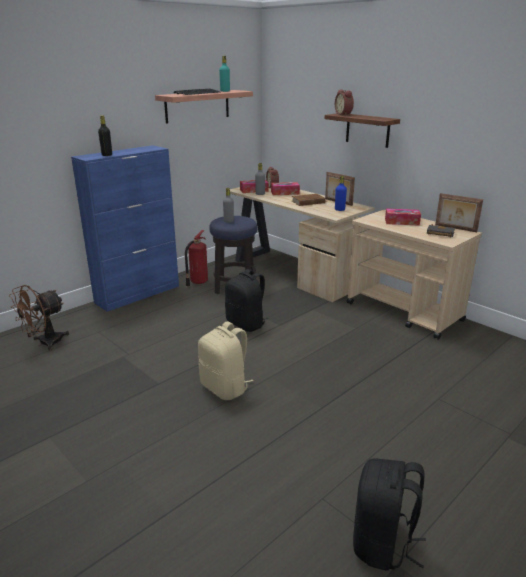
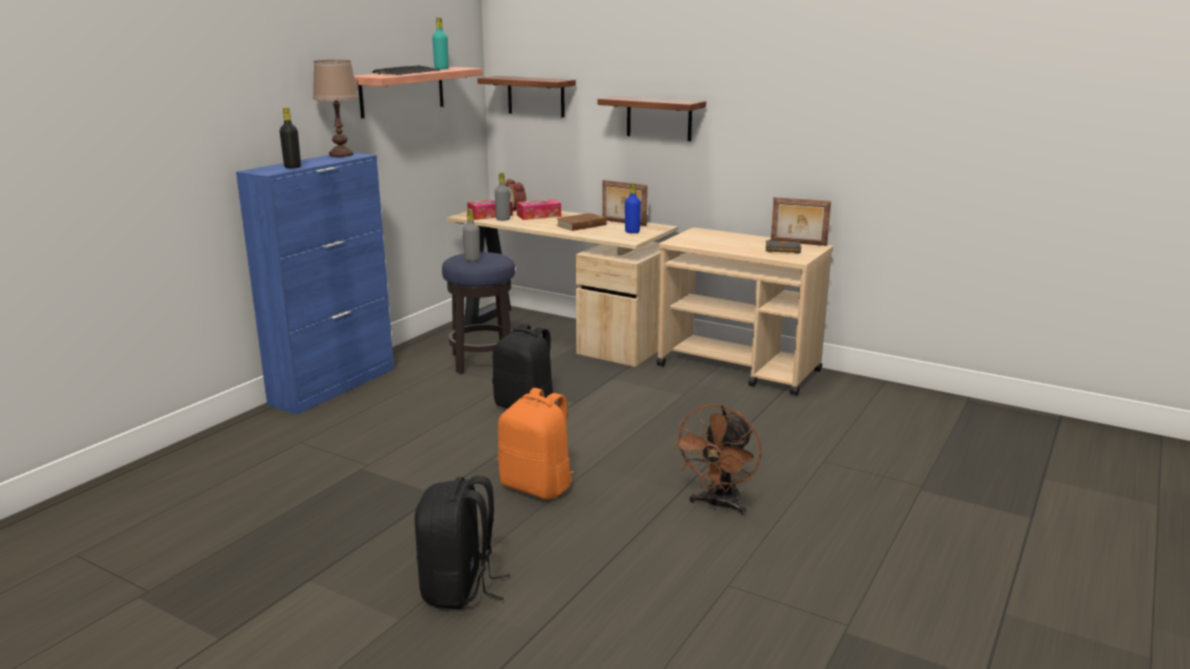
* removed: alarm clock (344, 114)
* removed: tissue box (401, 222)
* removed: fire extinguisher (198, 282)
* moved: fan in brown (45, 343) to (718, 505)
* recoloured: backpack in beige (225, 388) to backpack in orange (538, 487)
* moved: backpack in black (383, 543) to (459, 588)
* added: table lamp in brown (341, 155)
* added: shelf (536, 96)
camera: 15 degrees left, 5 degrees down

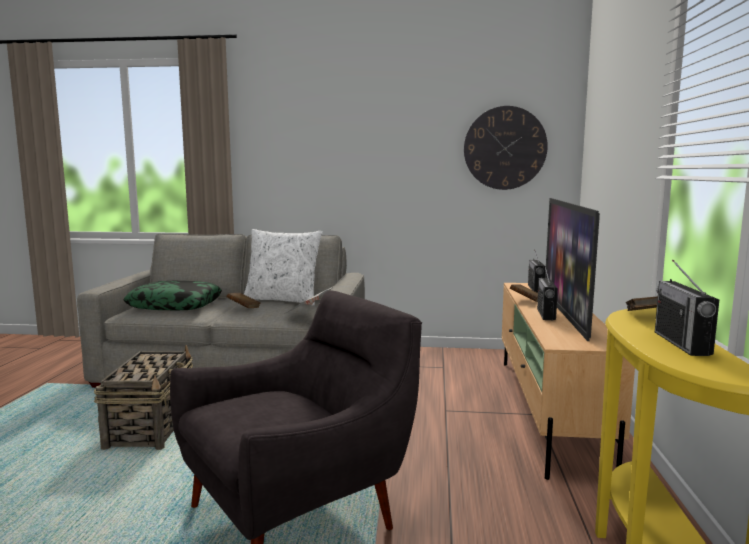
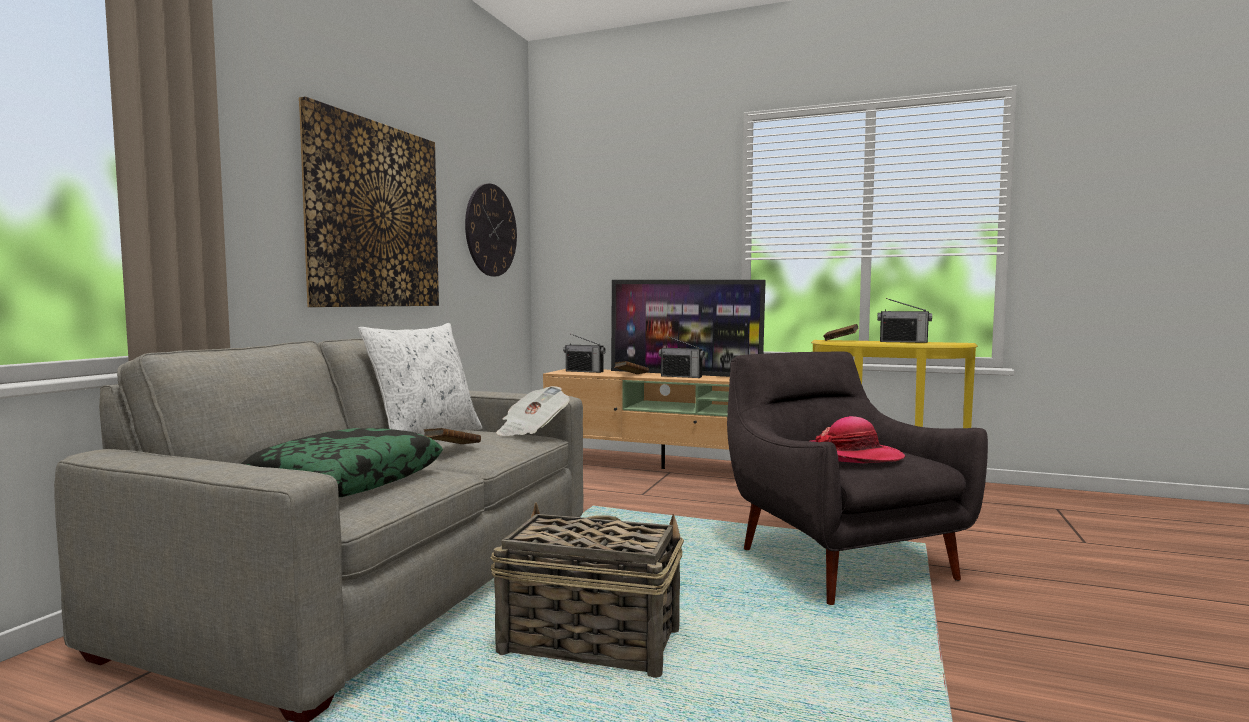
* added: picture (375, 215)
* added: hat (852, 455)
camera: 75 degrees left, 5 degrees down

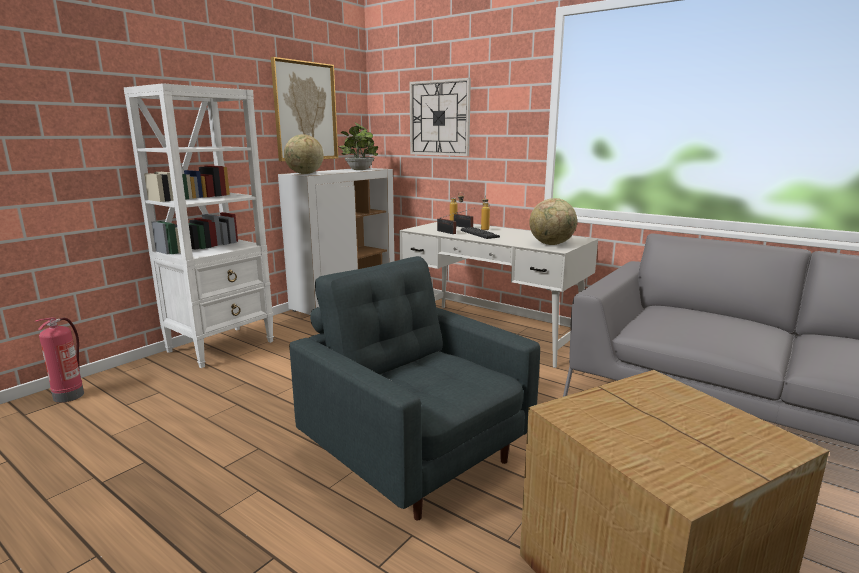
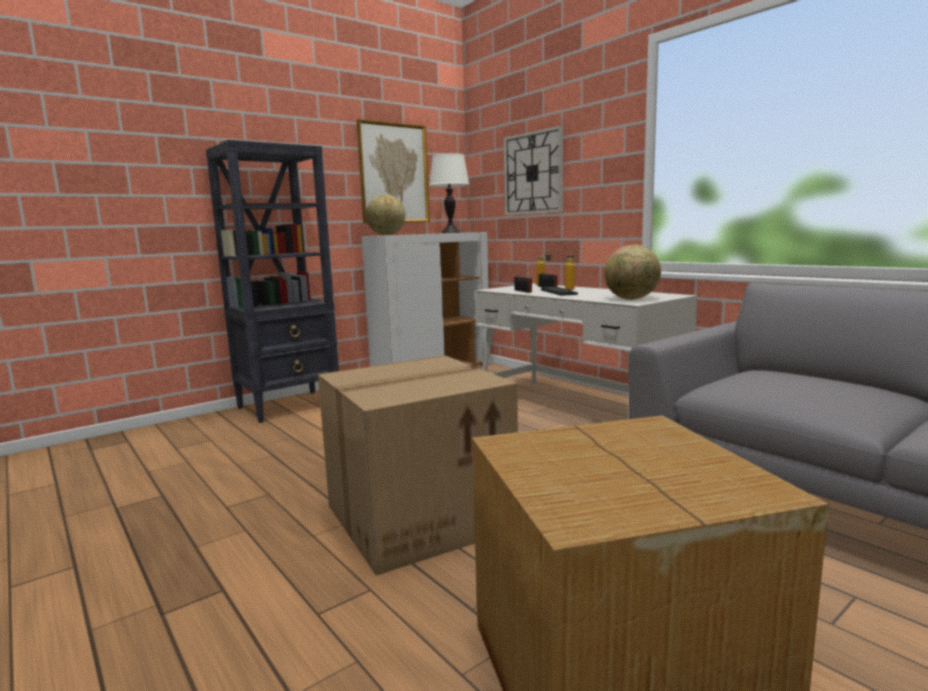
* recoloured: bookcase in white (222, 346) to bookcase in black (290, 406)
* replaced: potted plant (359, 169) to table lamp in white (450, 232)
* replaced: armchair in grey (415, 454) to cardboard box (420, 515)
* removed: fire extinguisher (69, 395)
camera: 15 degrees right, 5 degrees down

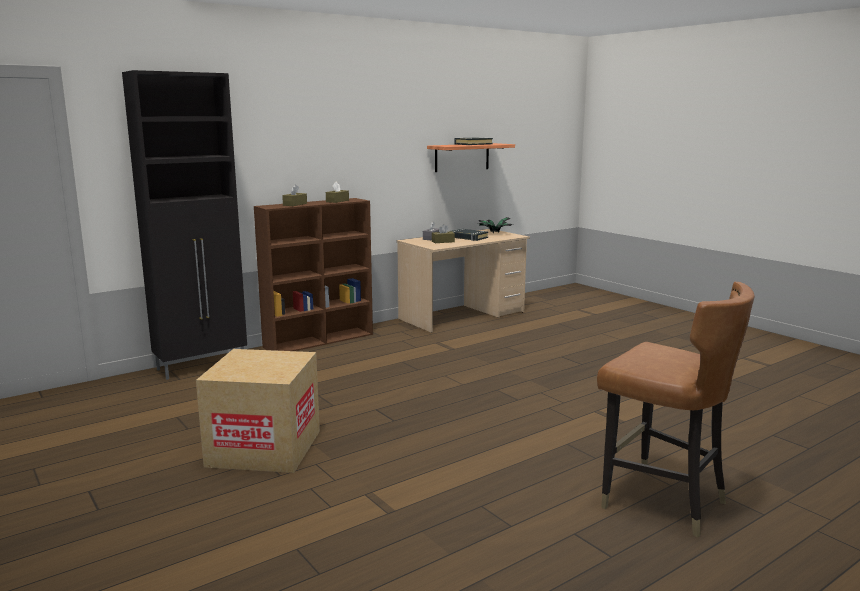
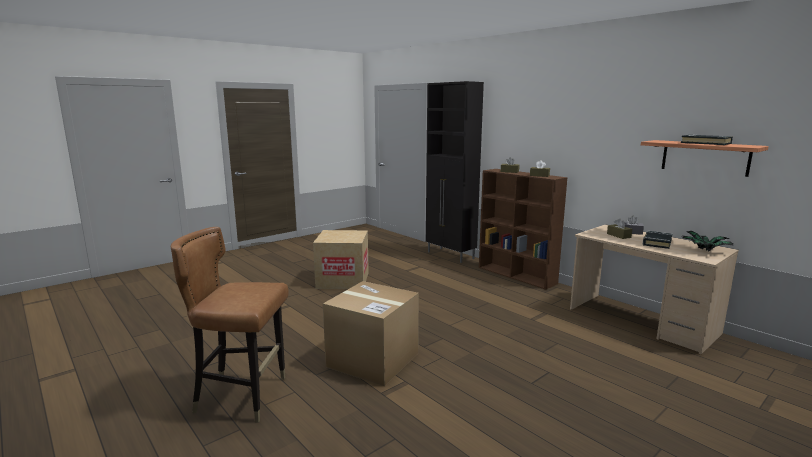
* turned: chair in brown (662, 502) = (242, 396) 60 degrees clockwise
* added: cardboard box (373, 360)
camera: 85 degrees right, 0 degrees up

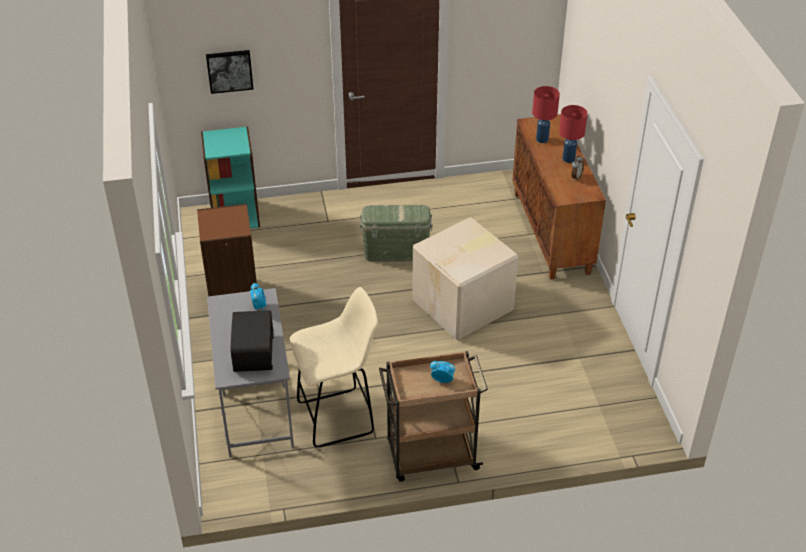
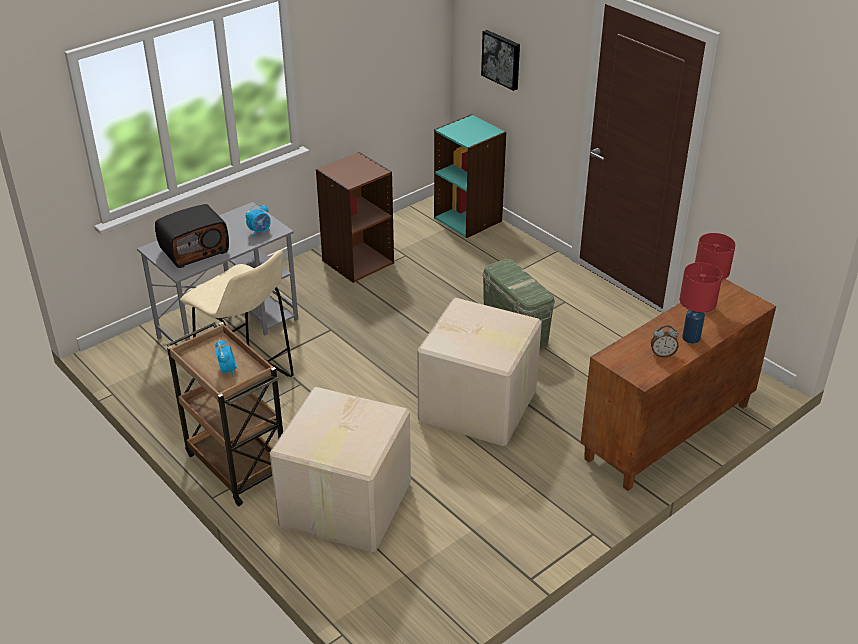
* added: cardboard box (343, 505)
camera: 60 degrees right, 5 degrees down

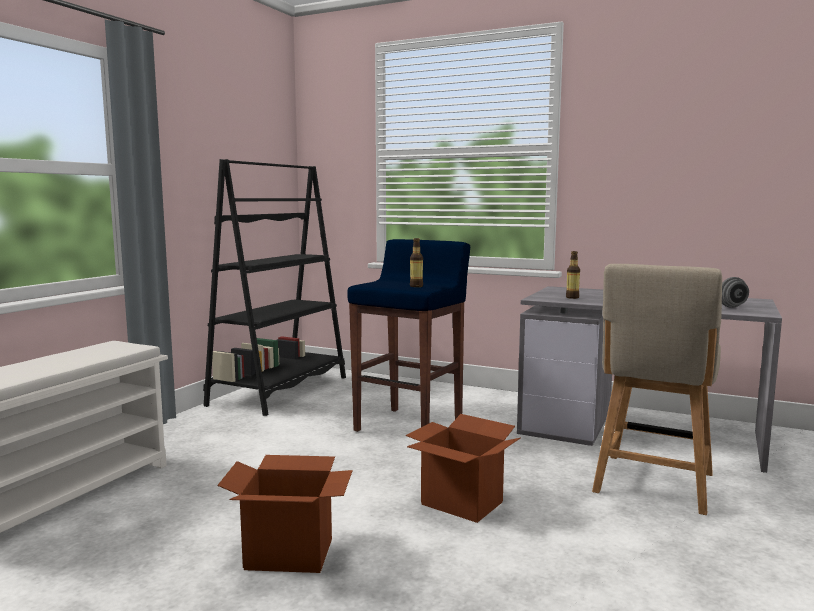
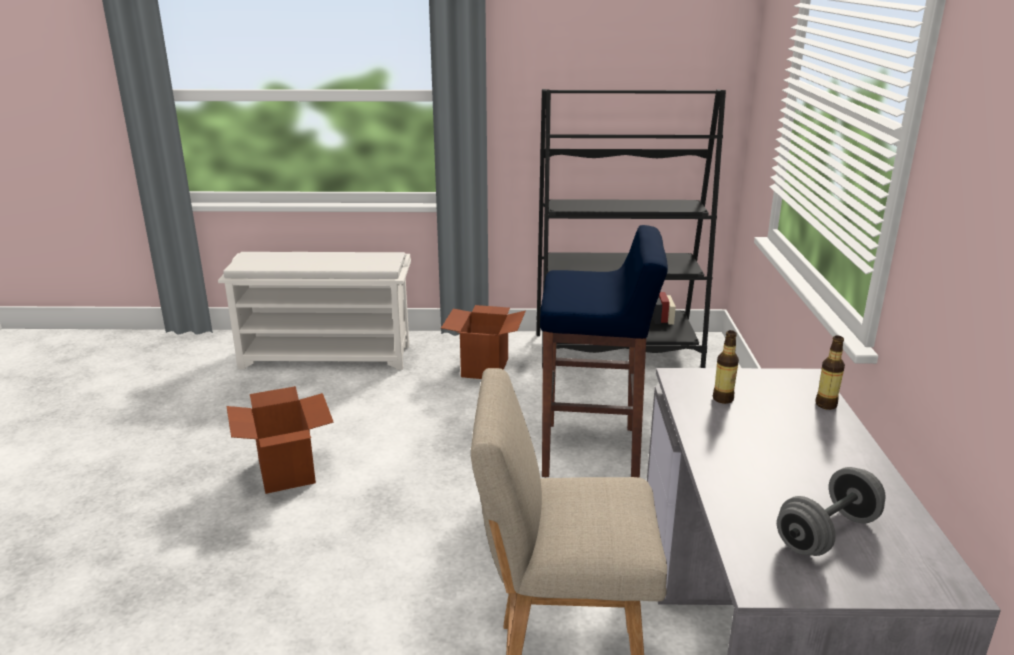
* moved: bottle (416, 286) to (826, 405)
* moved: cardboard box (461, 503) to (484, 367)
camera: 65 degrees right, 15 degrees up

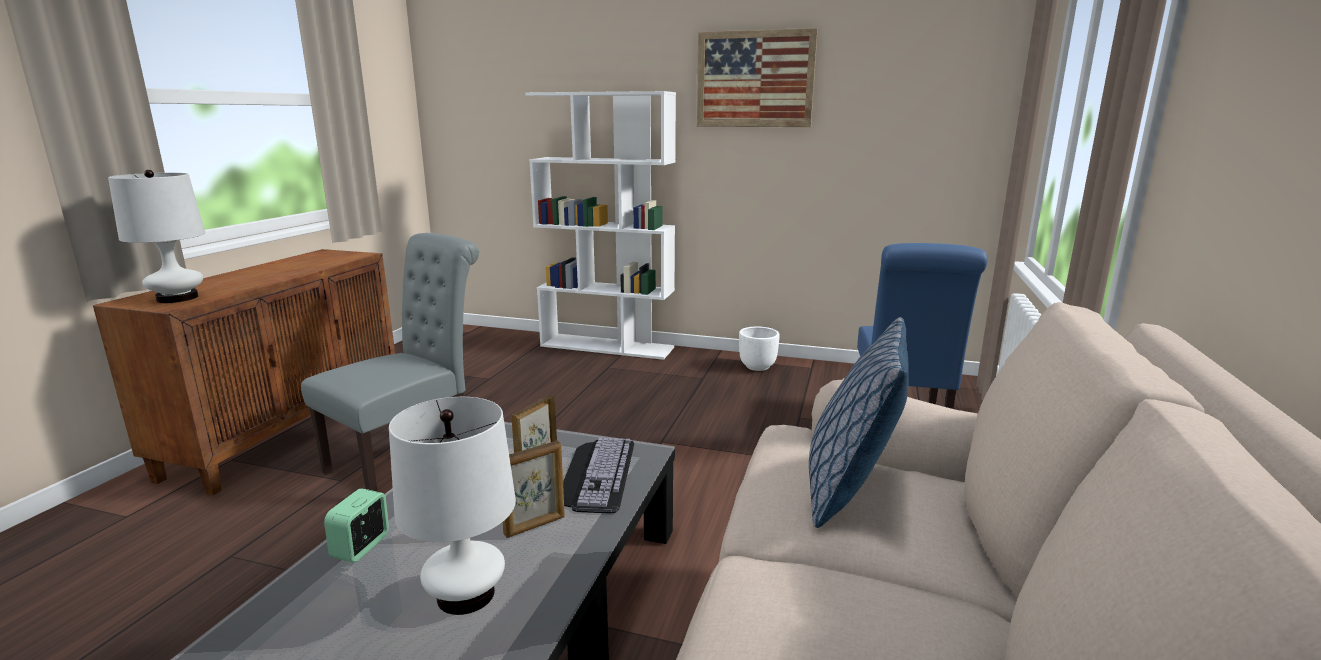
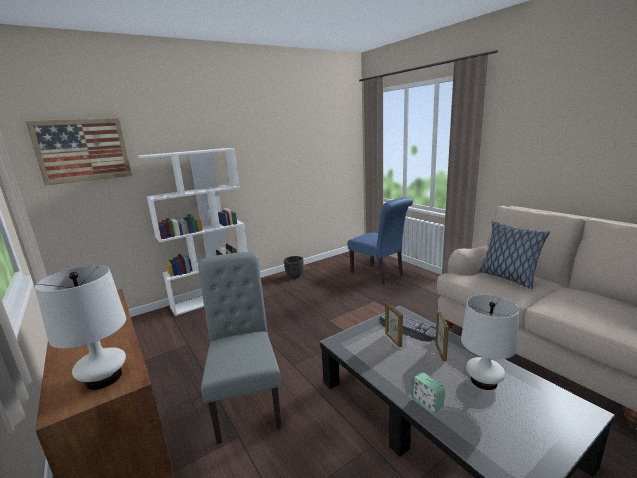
* moved: picture (754, 79) to (83, 150)
* recoloured: planter in white (758, 367) to planter in black (295, 275)
camera: 50 degrees left, 0 degrees up

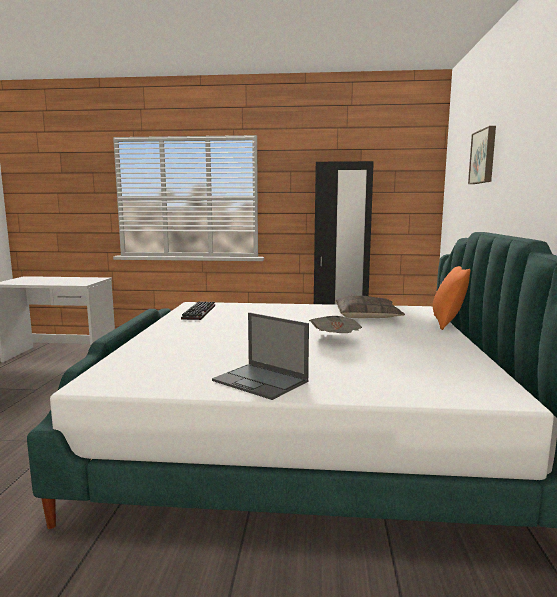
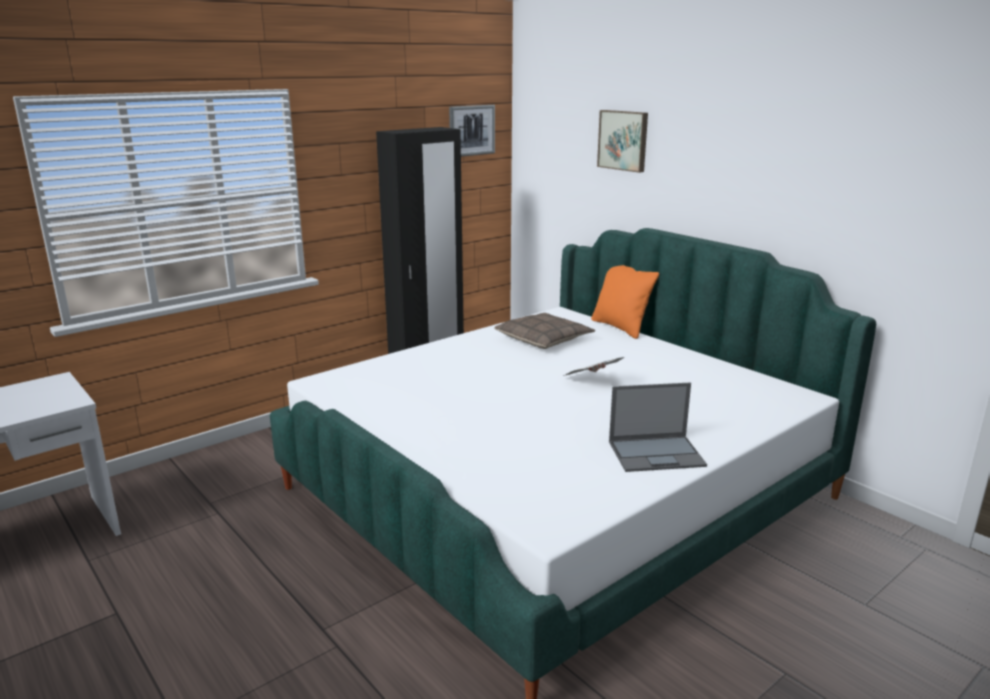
* removed: keyboard (200, 312)
* added: picture (471, 130)
camera: 45 degrees left, 10 degrees up

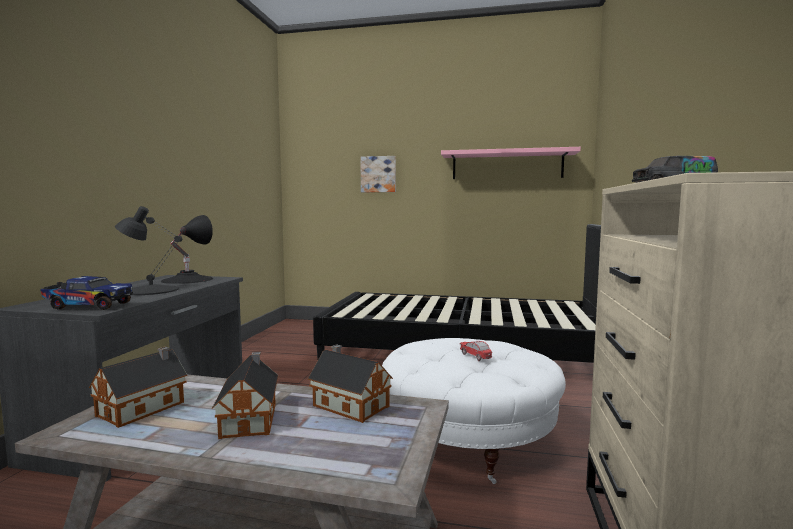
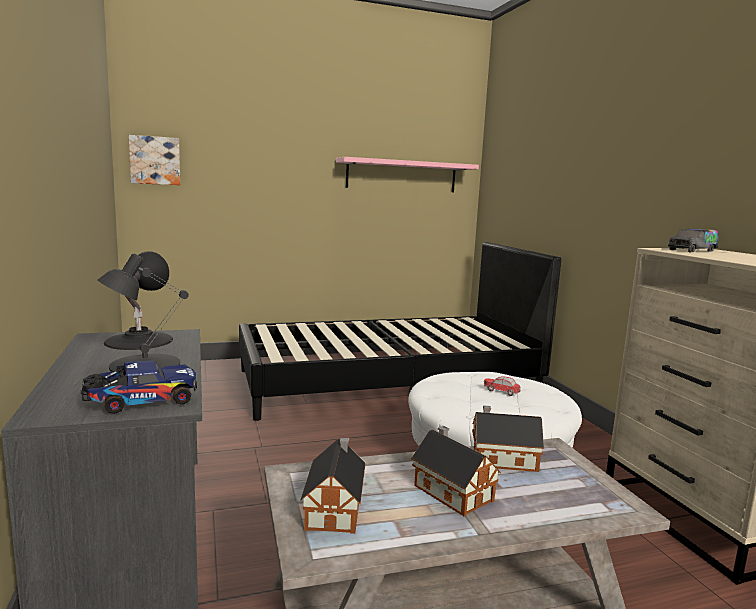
* moved: picture (378, 174) to (155, 160)
camera: 30 degrees left, 5 degrees up

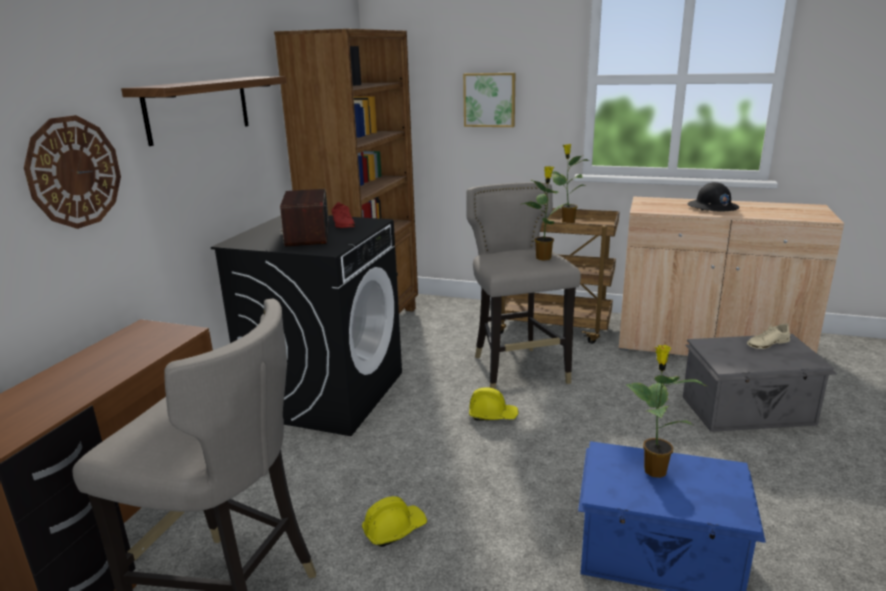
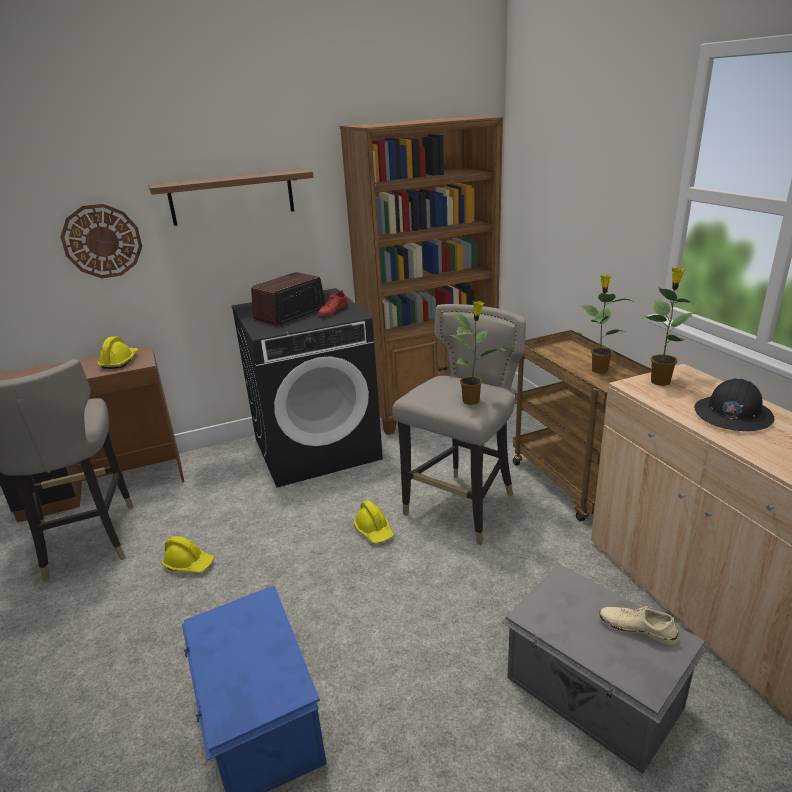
* removed: picture (489, 100)
* moved: potted plant (654, 469) to (660, 381)
* added: hard hat in yellow (120, 361)
camera: 50 degrees right, 5 degrees up

